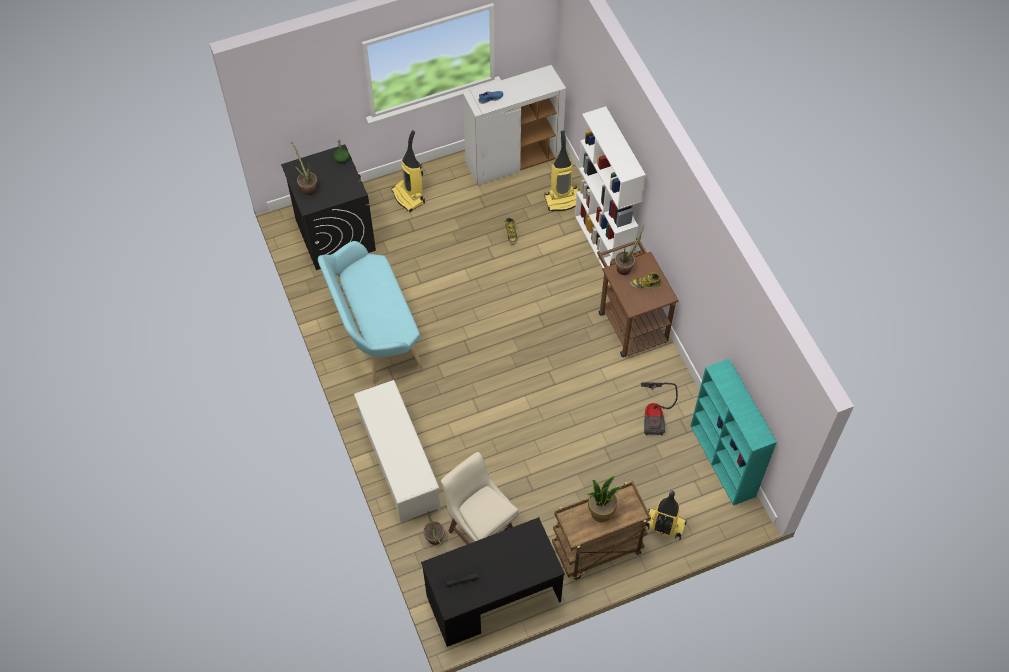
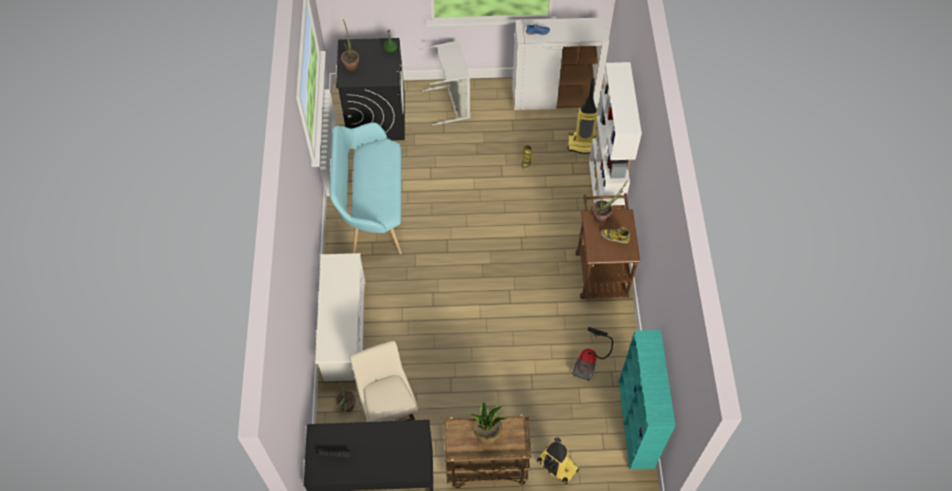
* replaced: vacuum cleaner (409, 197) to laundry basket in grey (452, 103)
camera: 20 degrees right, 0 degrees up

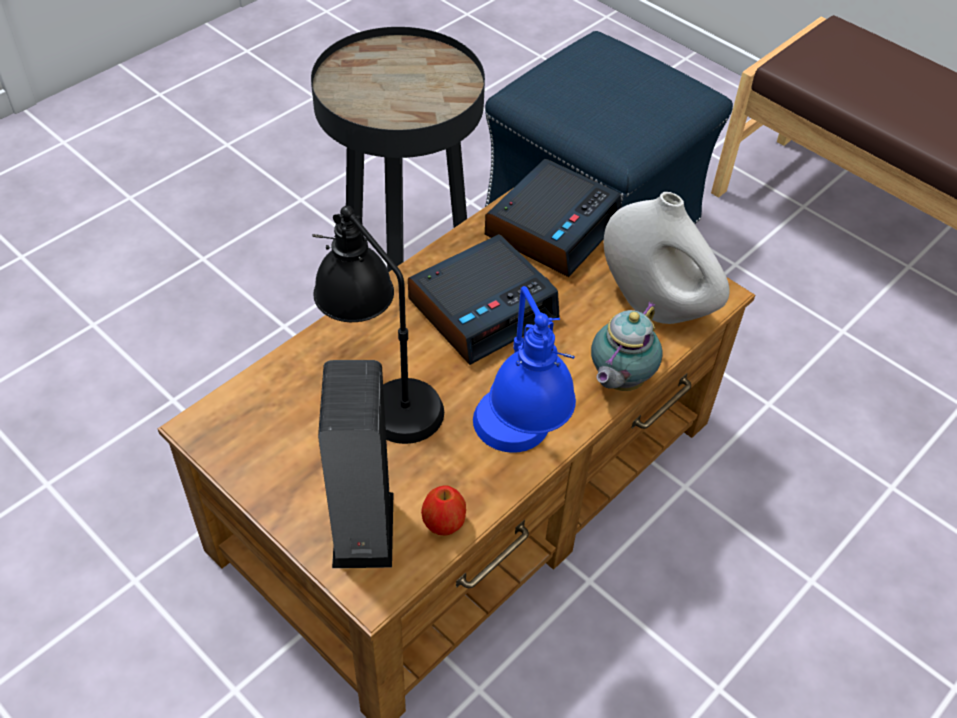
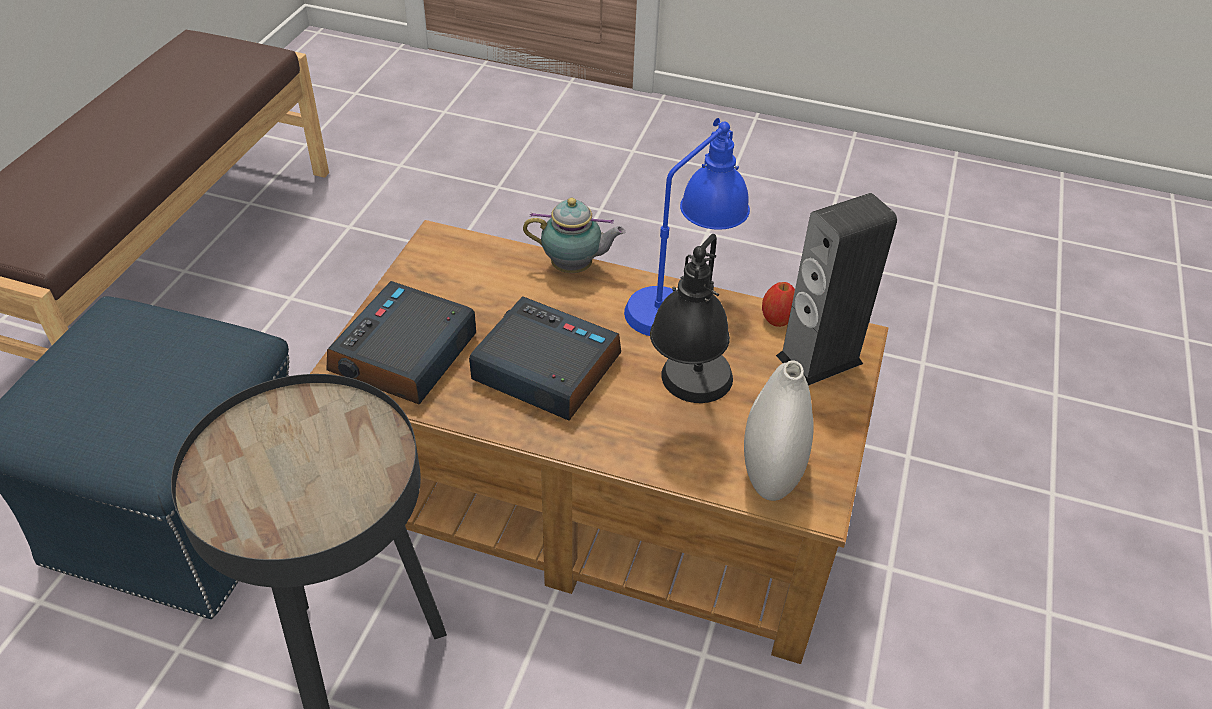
* turned: alarm clock (552, 227) = (404, 355) 75 degrees counterclockwise
* moved: vase in white (655, 305) to (771, 468)
camera: 115 degrees left, 5 degrees down

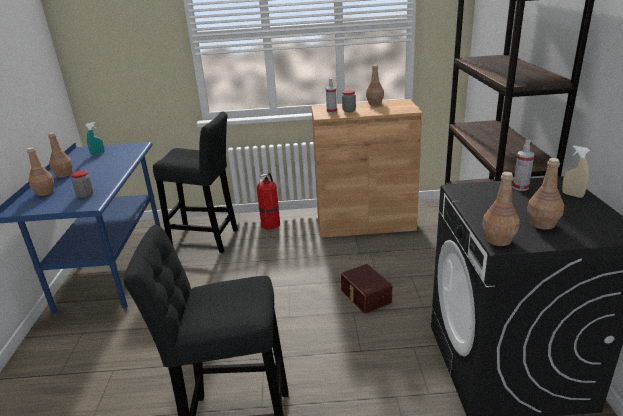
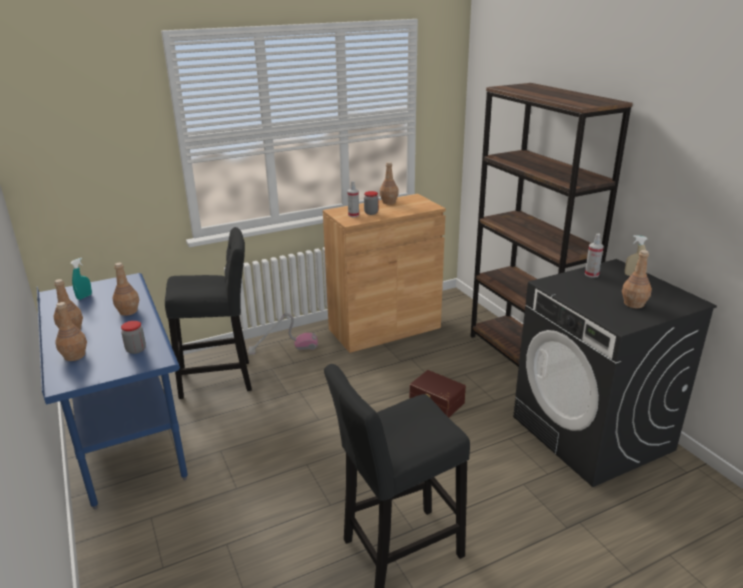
* moved: bottle in brown (498, 240) to (128, 311)
* replaced: fire extinguisher (271, 224) to vacuum cleaner (283, 348)
camera: 25 degrees left, 0 degrees up

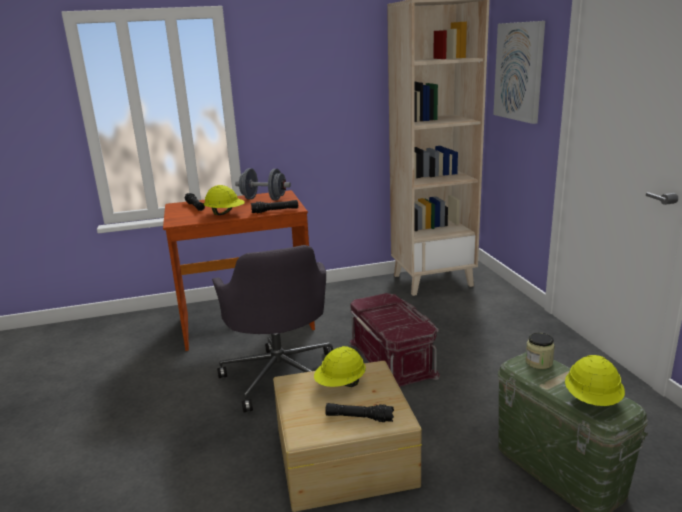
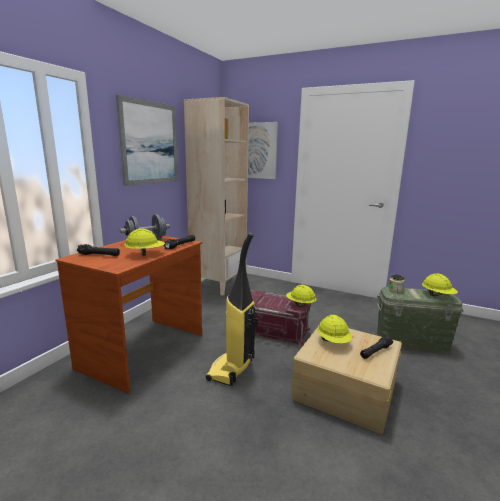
* replaced: office chair in grey (280, 375) to vacuum cleaner (232, 369)
* added: picture (150, 143)
* added: hard hat in yellow (300, 304)
camera: 50 degrees left, 5 degrees down

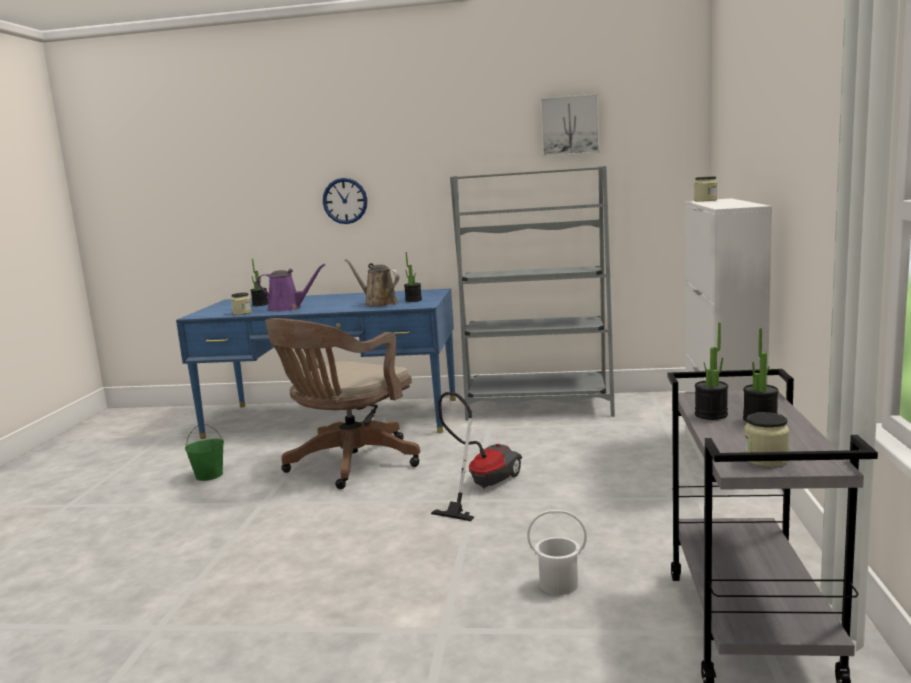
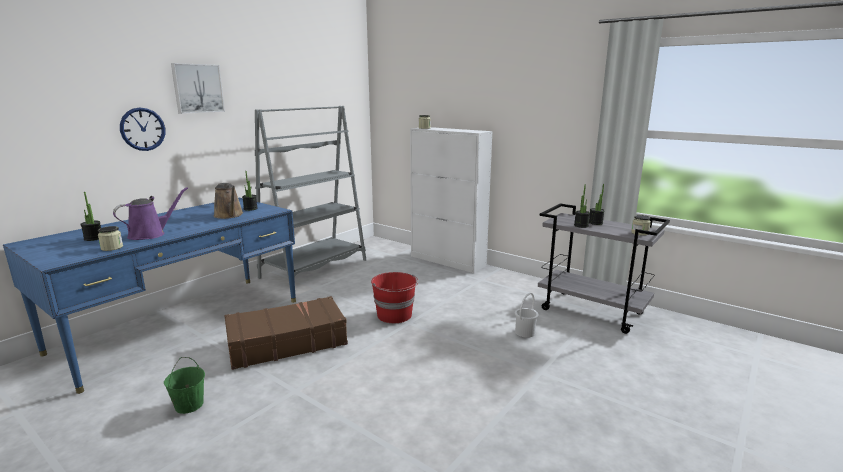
* moved: picture (569, 125) to (197, 88)
* turned: watering can in brown (378, 303) = (229, 215) 105 degrees counterclockwise
* replaced: office chair in brown (348, 464) to suitcase in brown (286, 342)
* replaced: vacuum cleaner (481, 486) to bucket in red (395, 315)
camera: 60 degrees left, 5 degrees up

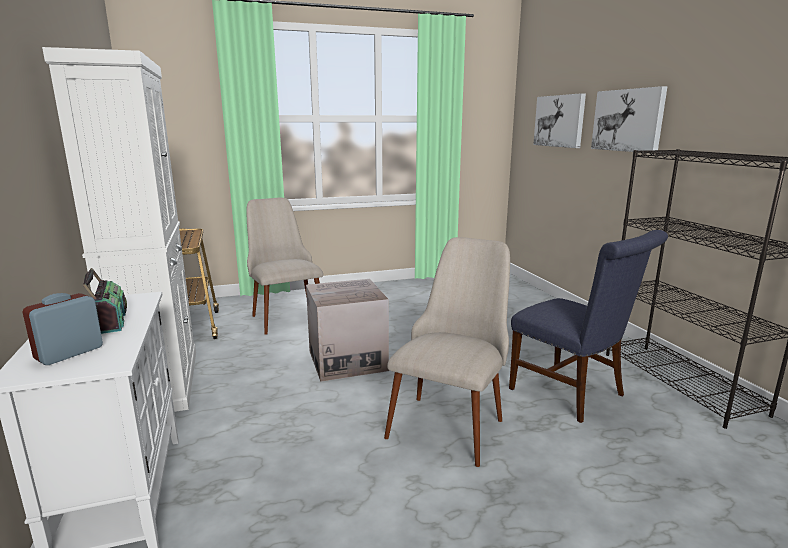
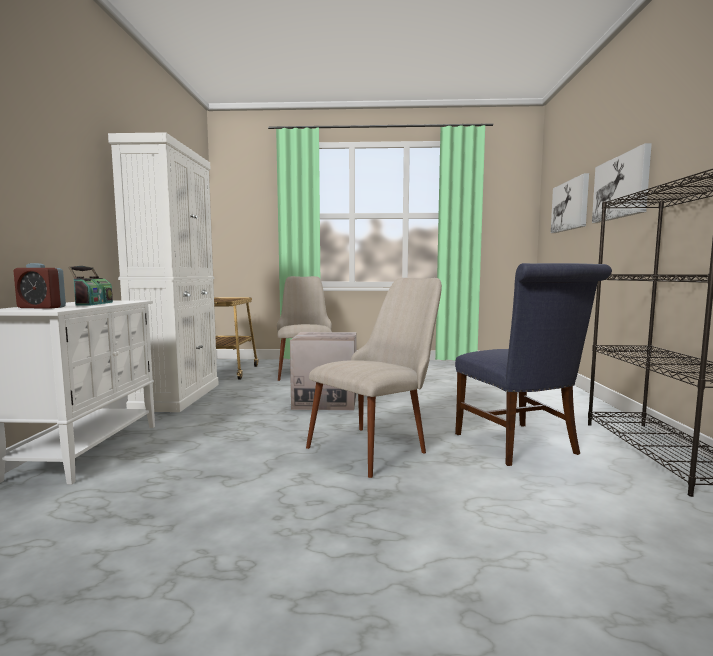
* turned: alarm clock (69, 353) = (41, 307) 135 degrees counterclockwise
camera: 20 degrees right, 10 degrees down

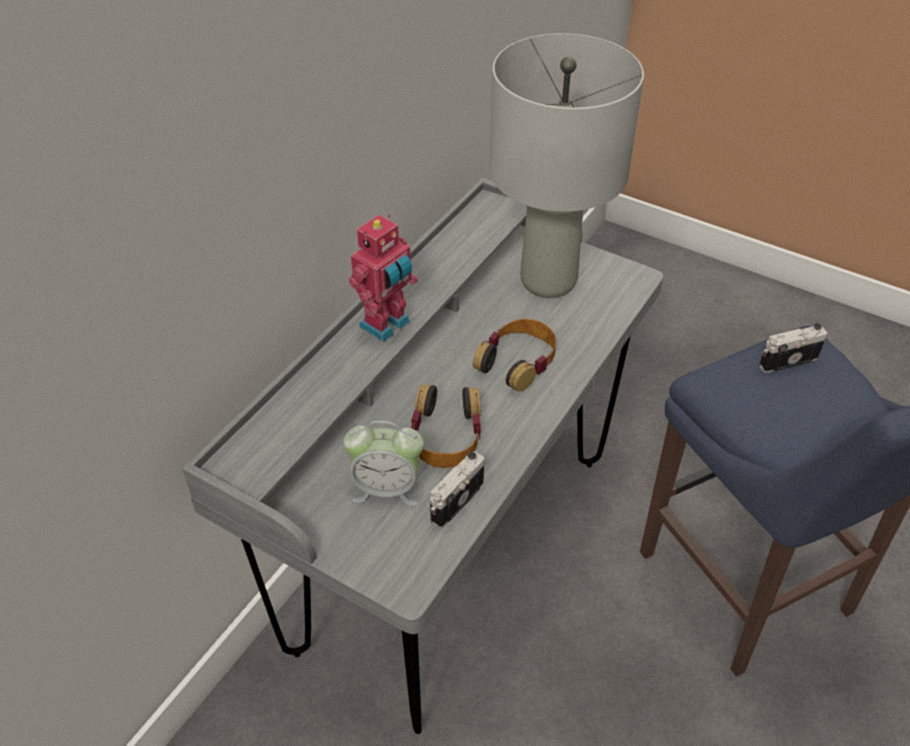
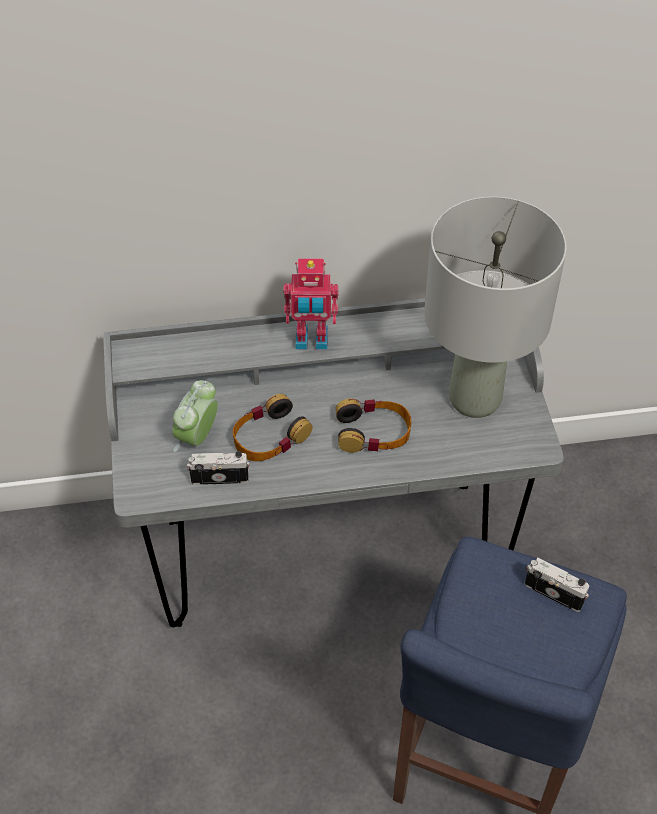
* turned: alarm clock (386, 488) = (197, 437) 60 degrees clockwise
camera: 50 degrees right, 5 degrees up

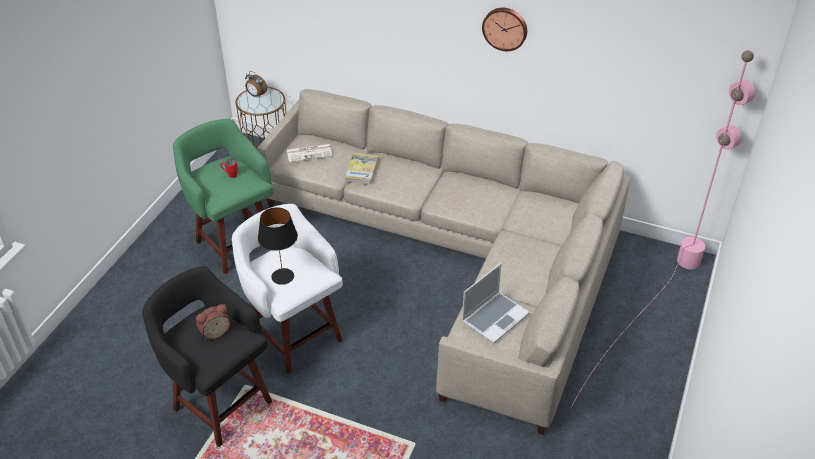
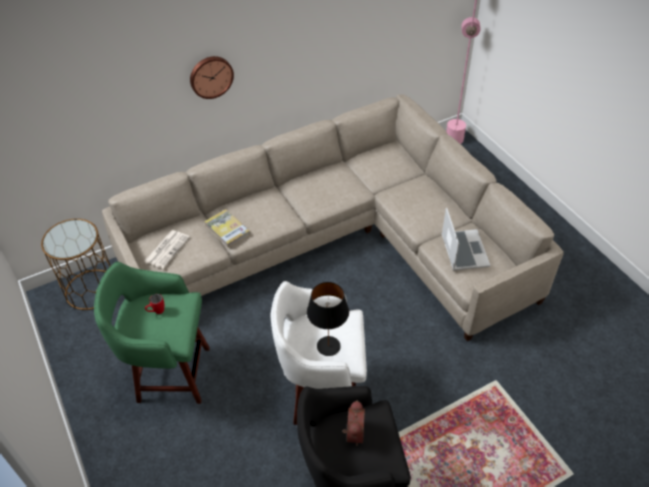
* moved: wall clock (505, 28) to (211, 76)
* removed: alarm clock (256, 95)
camera: 50 degrees left, 5 degrees up

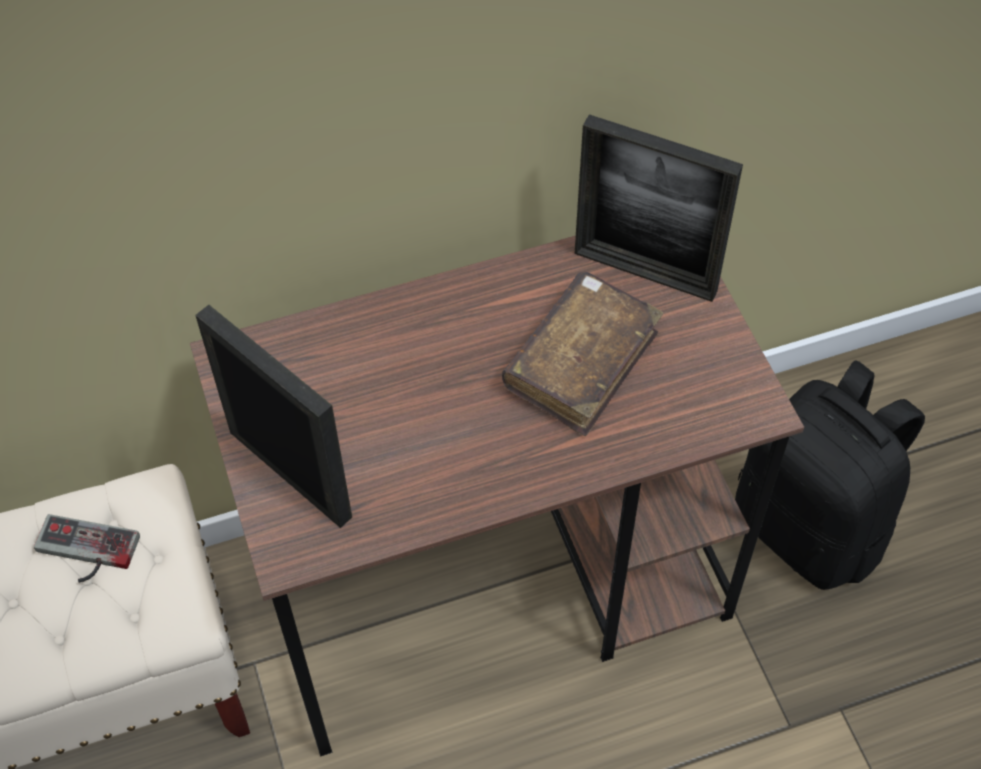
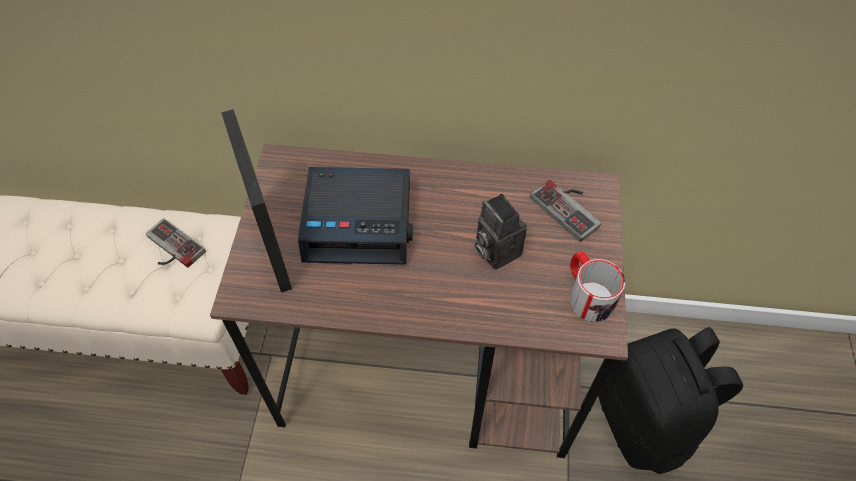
* replaced: picture frame (645, 272) to game controller (570, 207)
* replaced: book in brown (581, 363) to photo camera (494, 250)
* added: alarm clock (359, 222)
* added: mug (587, 294)
camera: 25 degrees right, 0 degrees up

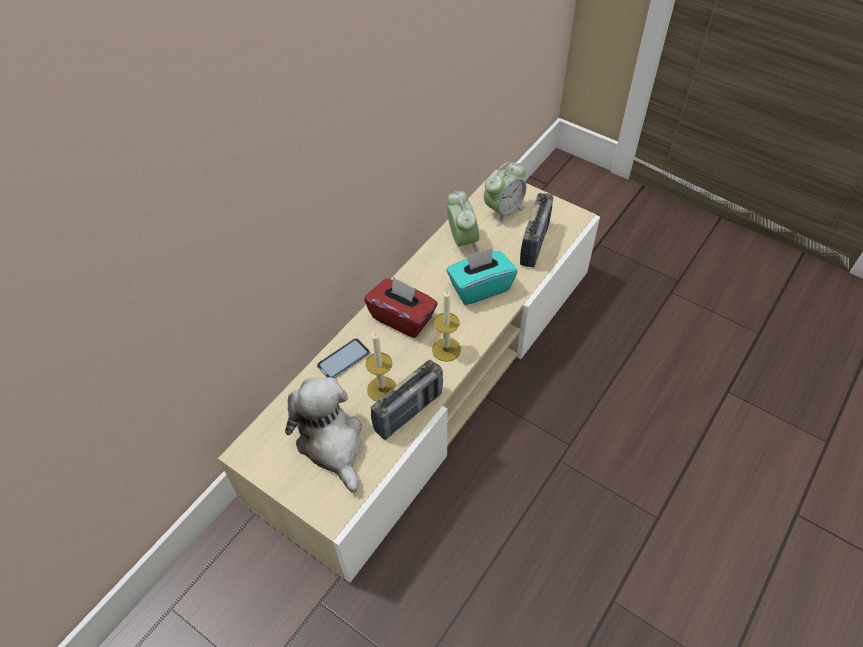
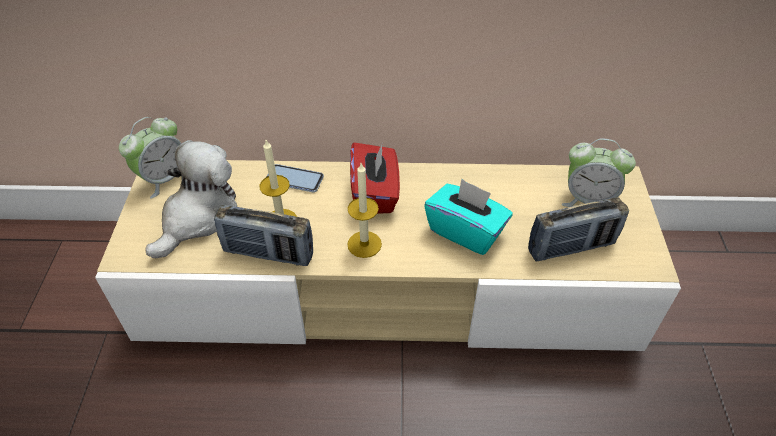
* moved: alarm clock (462, 241) to (164, 178)
camera: 55 degrees right, 5 degrees down

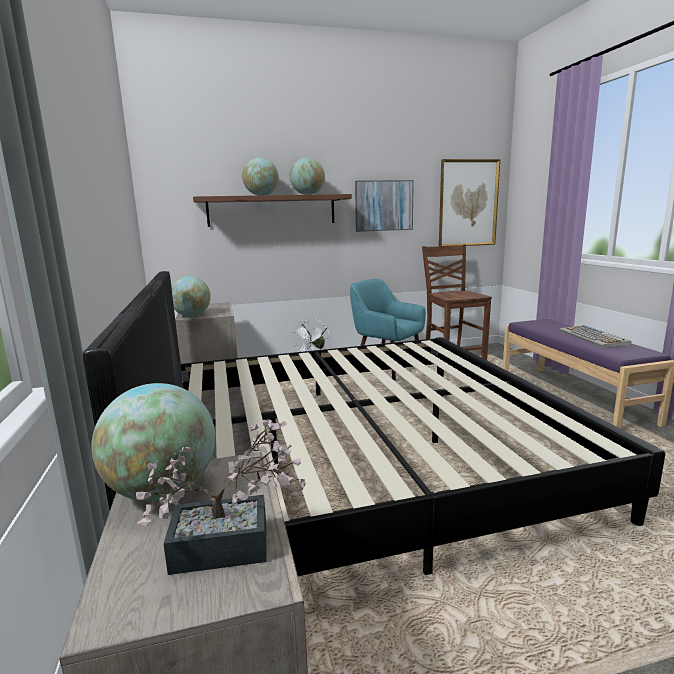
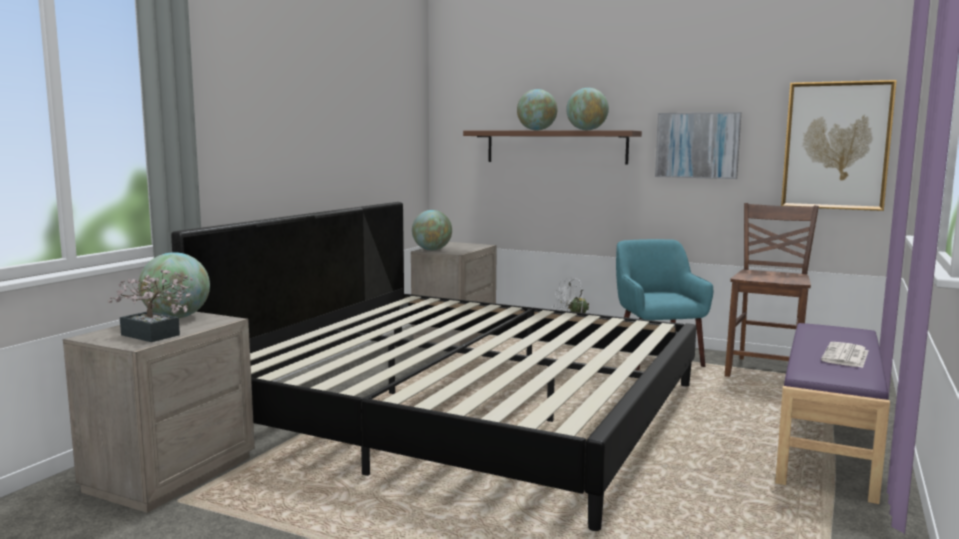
* replaced: keyboard (593, 338) to newspaper (846, 356)
camera: 40 degrees right, 5 degrees down

